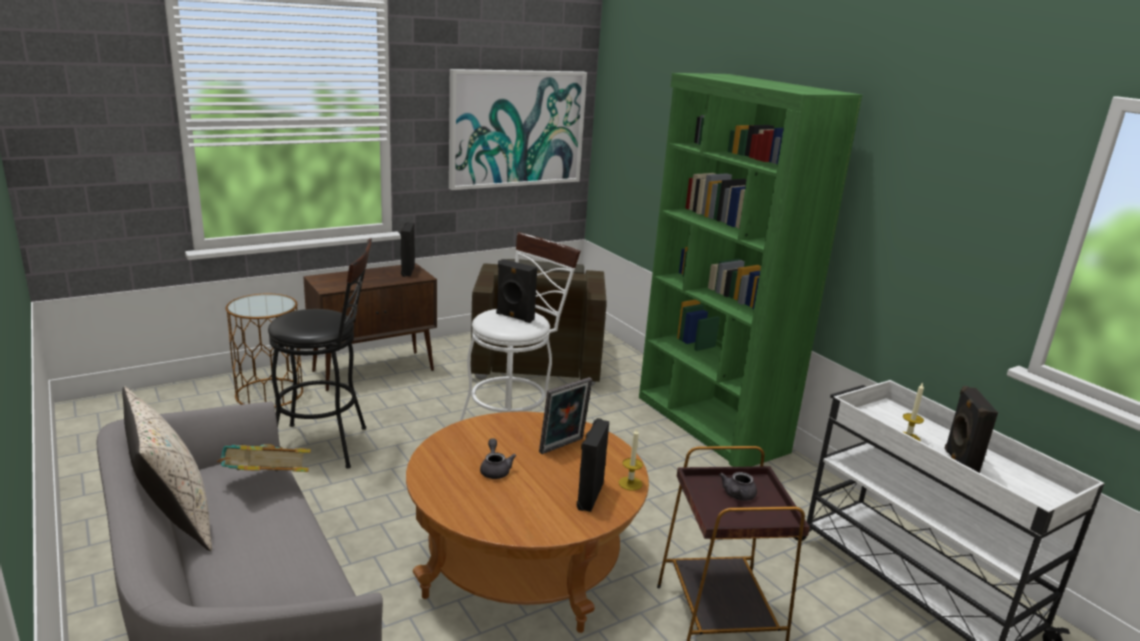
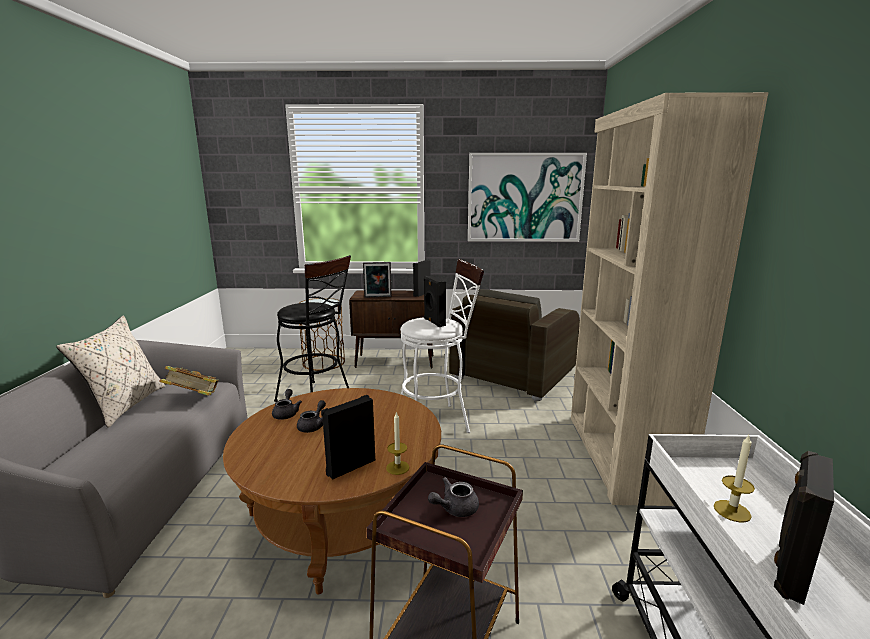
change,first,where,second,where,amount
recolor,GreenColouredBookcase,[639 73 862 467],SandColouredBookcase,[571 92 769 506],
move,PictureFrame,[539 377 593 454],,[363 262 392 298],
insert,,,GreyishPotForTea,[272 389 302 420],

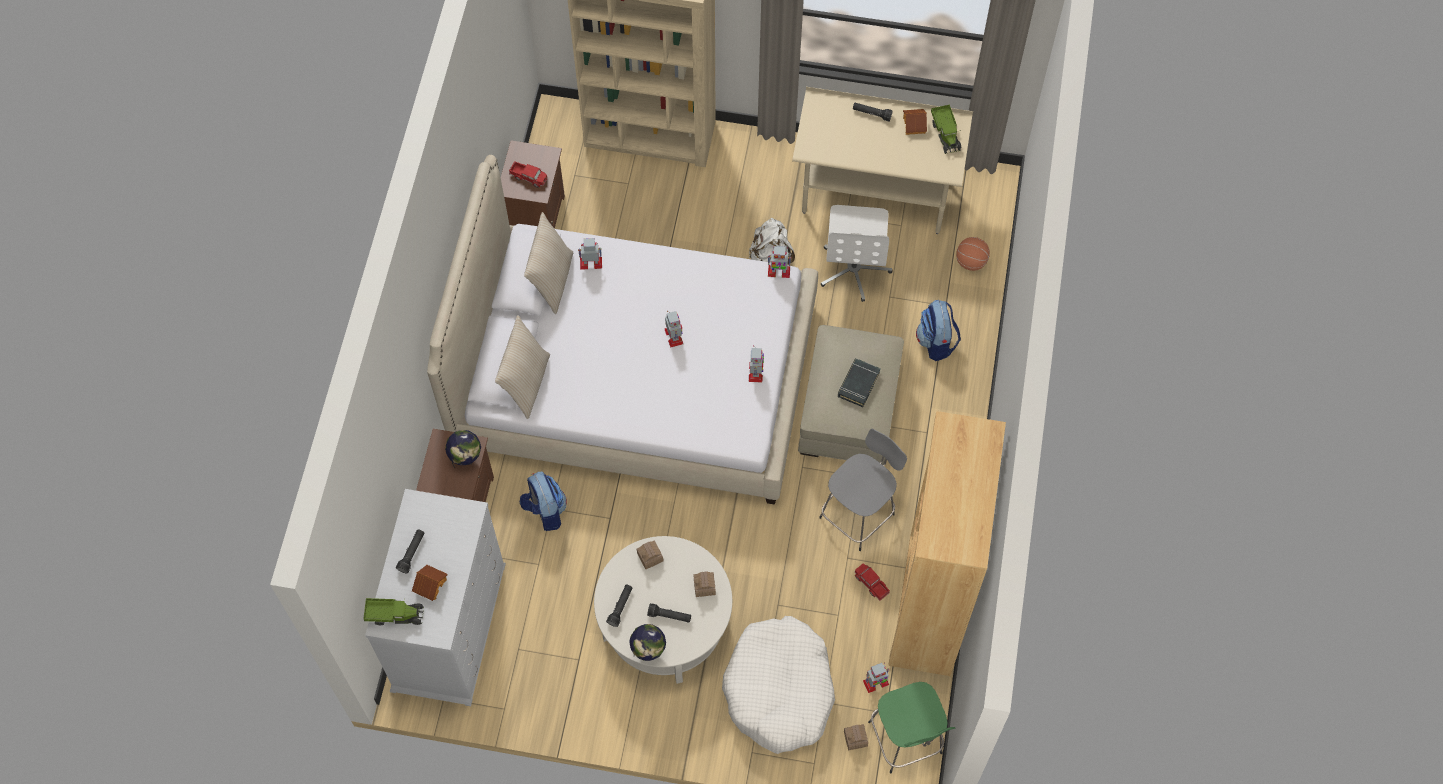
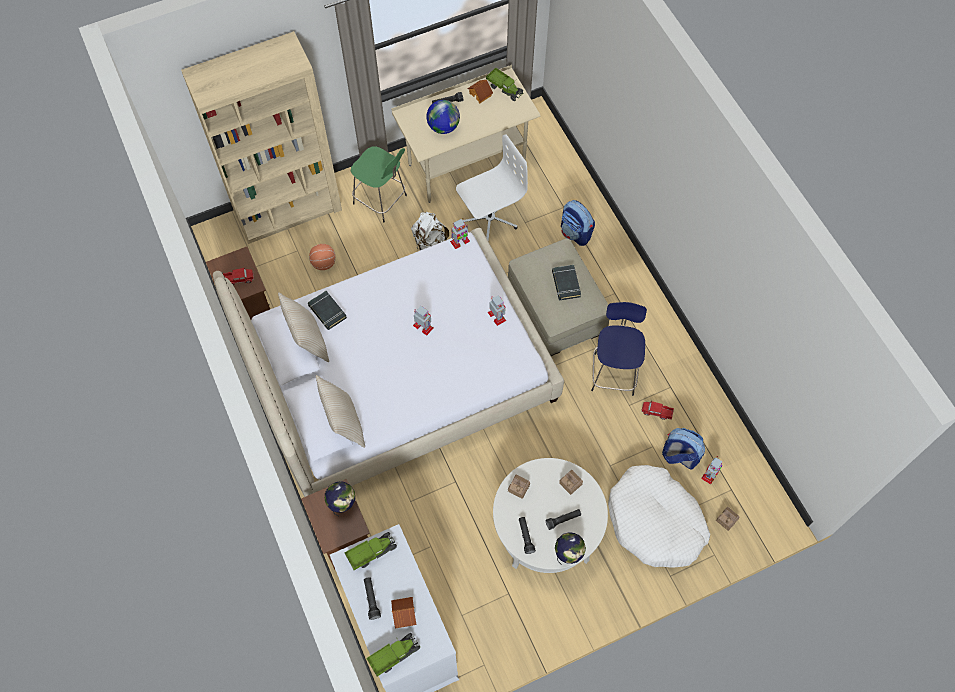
change,first,where,second,where,amount
rotate,WhiteOfficeChair,[821 205 892 302],,[456 134 528 240],90 degrees counterclockwise
move,Basketball,[956 237 990 271],,[309 244 336 270],
replace,ModelRobot,[578 238 602 269],BlackBook,[308 291 347 330],
delete,BrownColouredBookcase,[888 411 1006 676],,,
recolor,GreyishStoolSeat,[819 429 907 551],BlueColouredStoolSeat,[591 302 647 396],
move,Knapsack,[520 472 567 531],,[662 428 705 469],
move,GreenColouredStoolSeat,[868 682 955 773],,[351 147 407 222],
insert,,,Globe,[426 100 460 134],
insert,,,ModelTruck,[345 532 397 570],

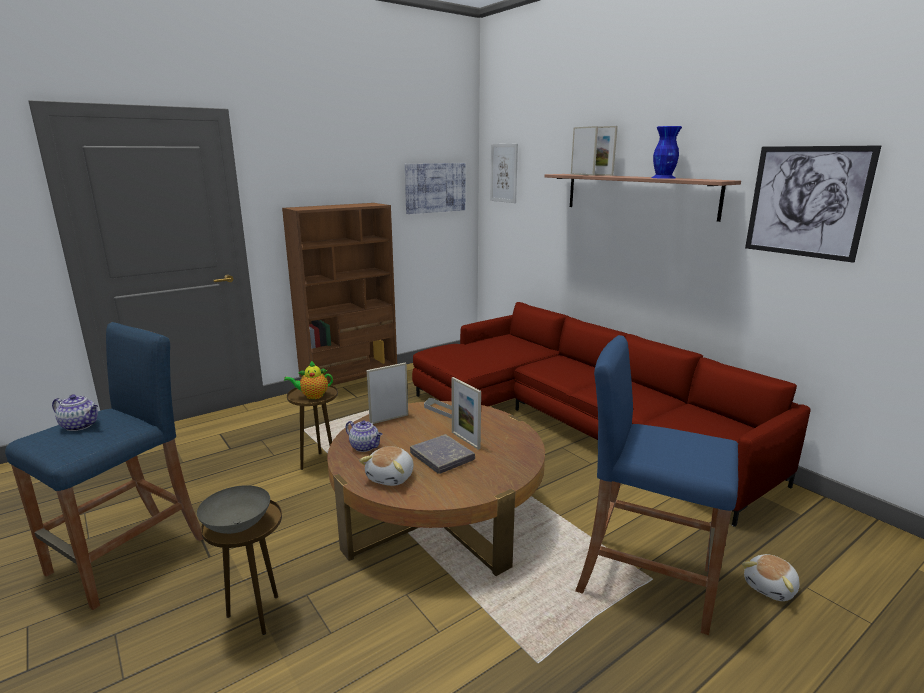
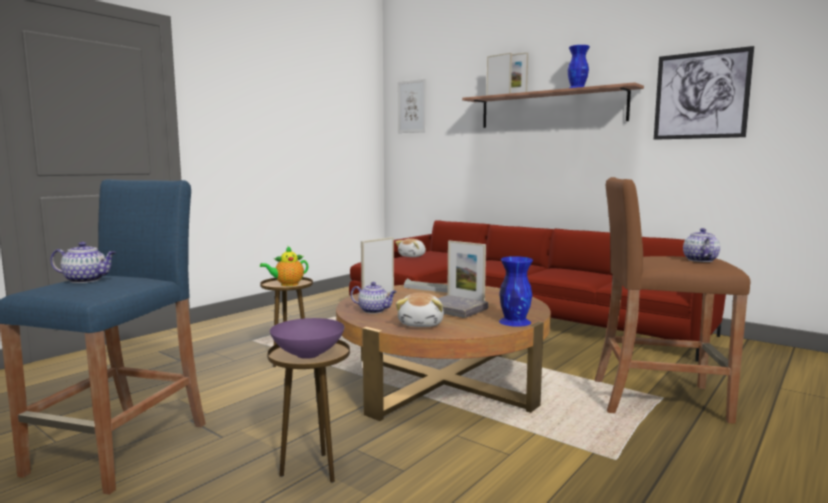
change,first,where,second,where,amount
delete,WallArt,[405 163 465 214],,,
delete,BrownColouredBookcase,[282 203 397 385],,,
recolor,BlueColouredStoolSeat,[575 335 738 635],BrownColouredStoolSeat,[595 177 750 424],
recolor,GreyishDeepDish,[197 485 270 534],PurplishDeepDish,[270 318 344 359],
move,SoftToy,[742 554 800 601],,[395 238 426 257],
insert,,,PotForTea,[683 228 720 262],
insert,,,BlueColouredVase,[499 256 533 327],

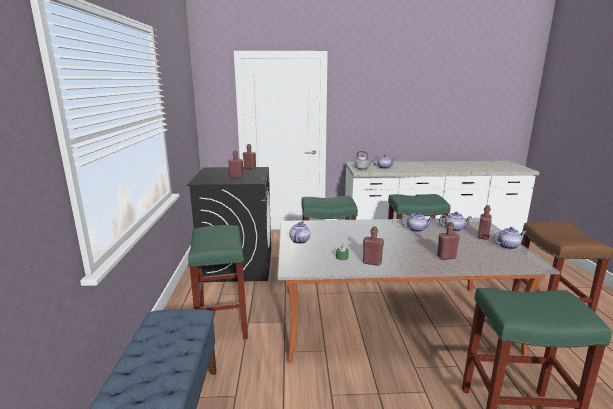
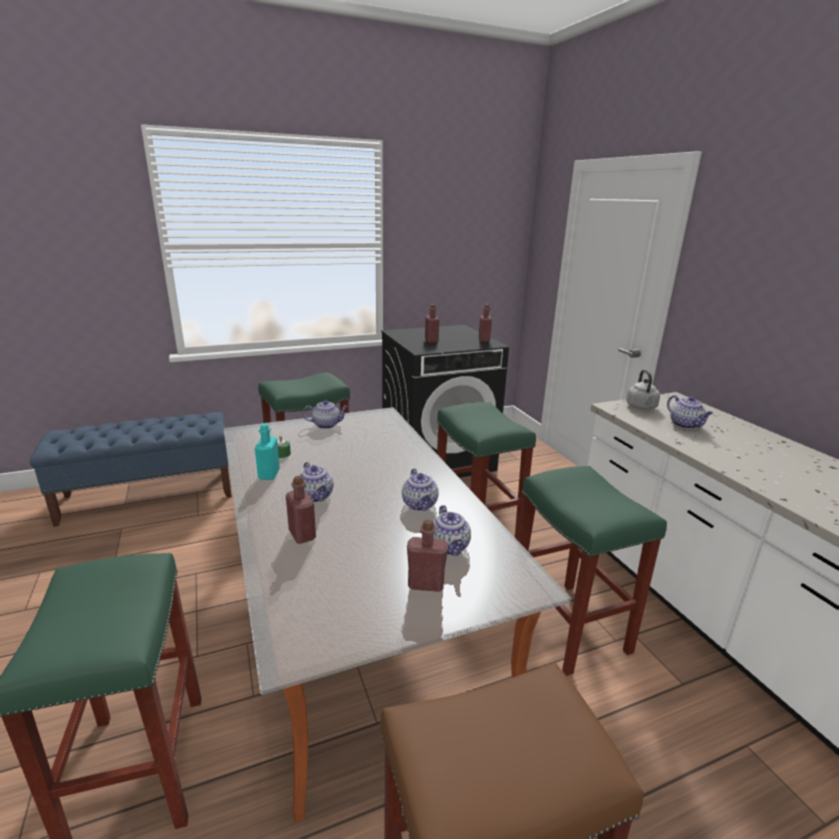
change,first,where,second,where,amount
recolor,ReddishBeverageBottle,[363 226 384 266],TurquoiseColouredBeverageBottle,[255 424 280 480],
move,PotForTea,[494 227 527 249],,[299 462 333 502],

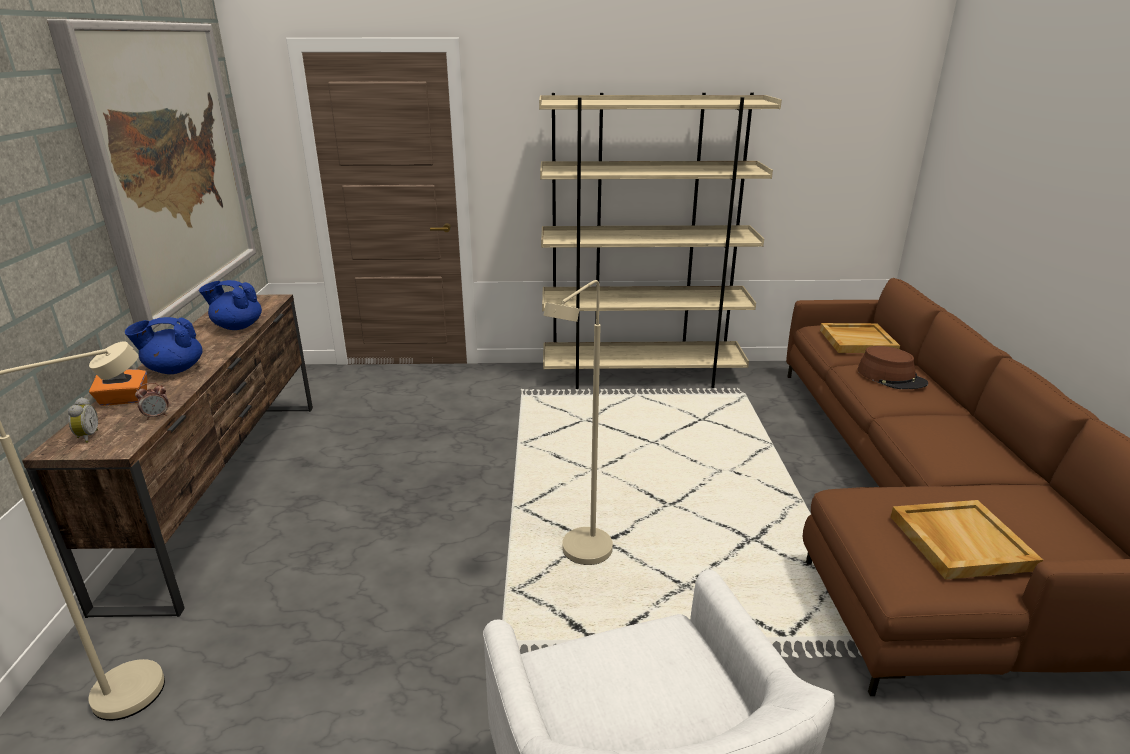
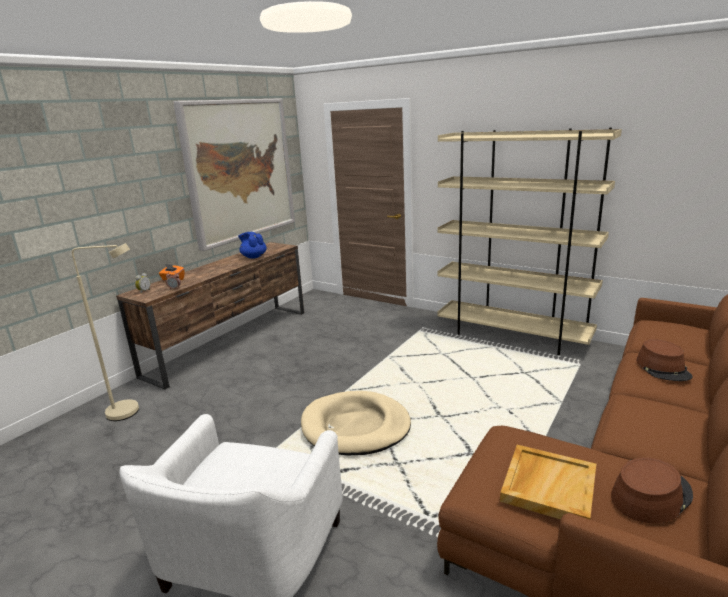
change,first,where,second,where,amount
replace,SandColouredStandingLamp,[543 280 613 565],SandColouredPetBed,[301 391 411 455],
delete,BlueColouredPotForTea,[125 317 203 374],,,
delete,SandColouredServingTray,[820 323 900 353],,,
insert,,,BrownColouredClothingHat,[611 457 693 523],

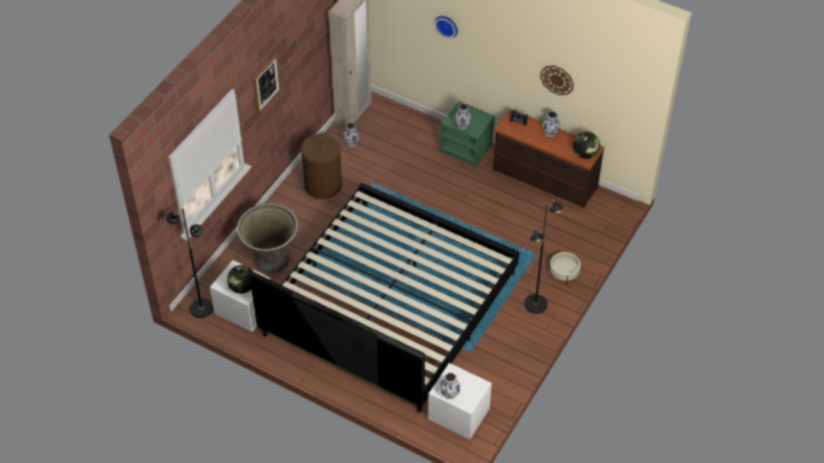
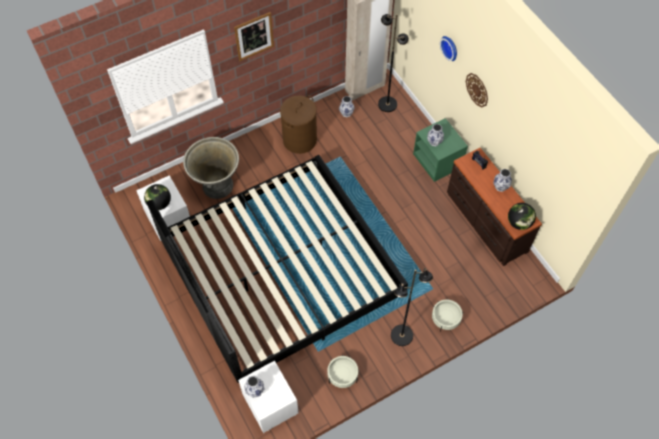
change,first,where,second,where,amount
move,ClockOnTheWall,[540 66 574 95],,[466 73 488 107],
move,BlackStandingLamp,[166 208 213 318],,[378 14 409 112],
insert,,,SandColouredPlanter,[327 355 358 388],

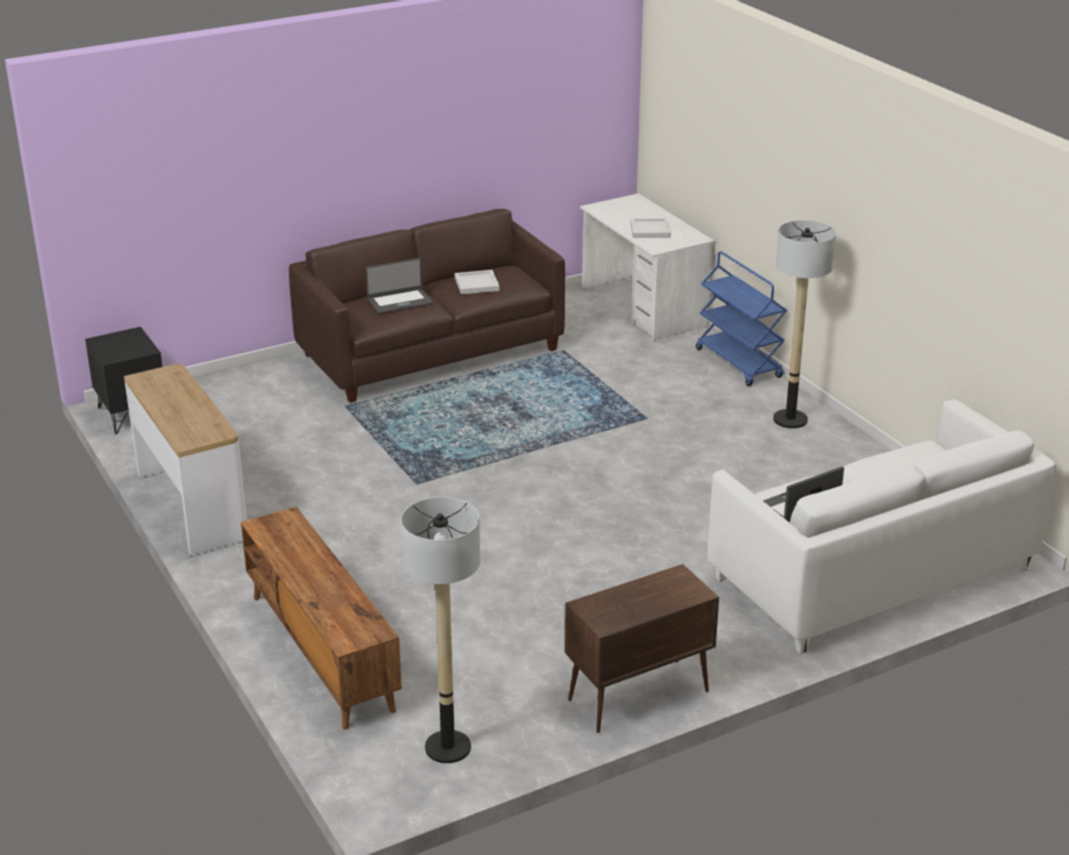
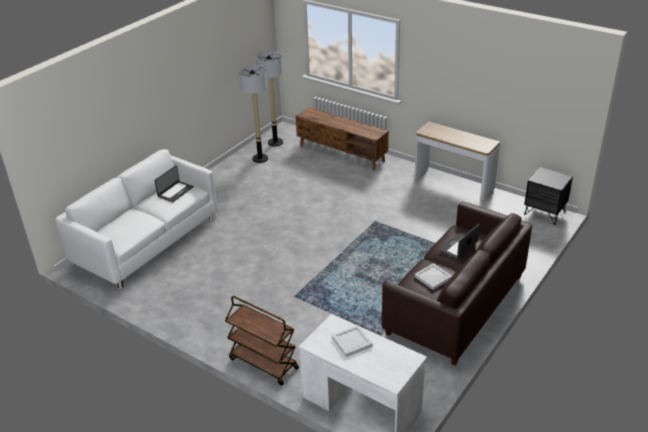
change,first,where,second,where,amount
move,StandingLamp,[773 220 836 428],,[239 66 268 163],
recolor,BlueColouredWheeledCart,[696 251 787 386],BrownColouredWheeledCart,[225 296 299 386],
delete,BrownColouredStorageCabinet,[565 564 719 733],,,

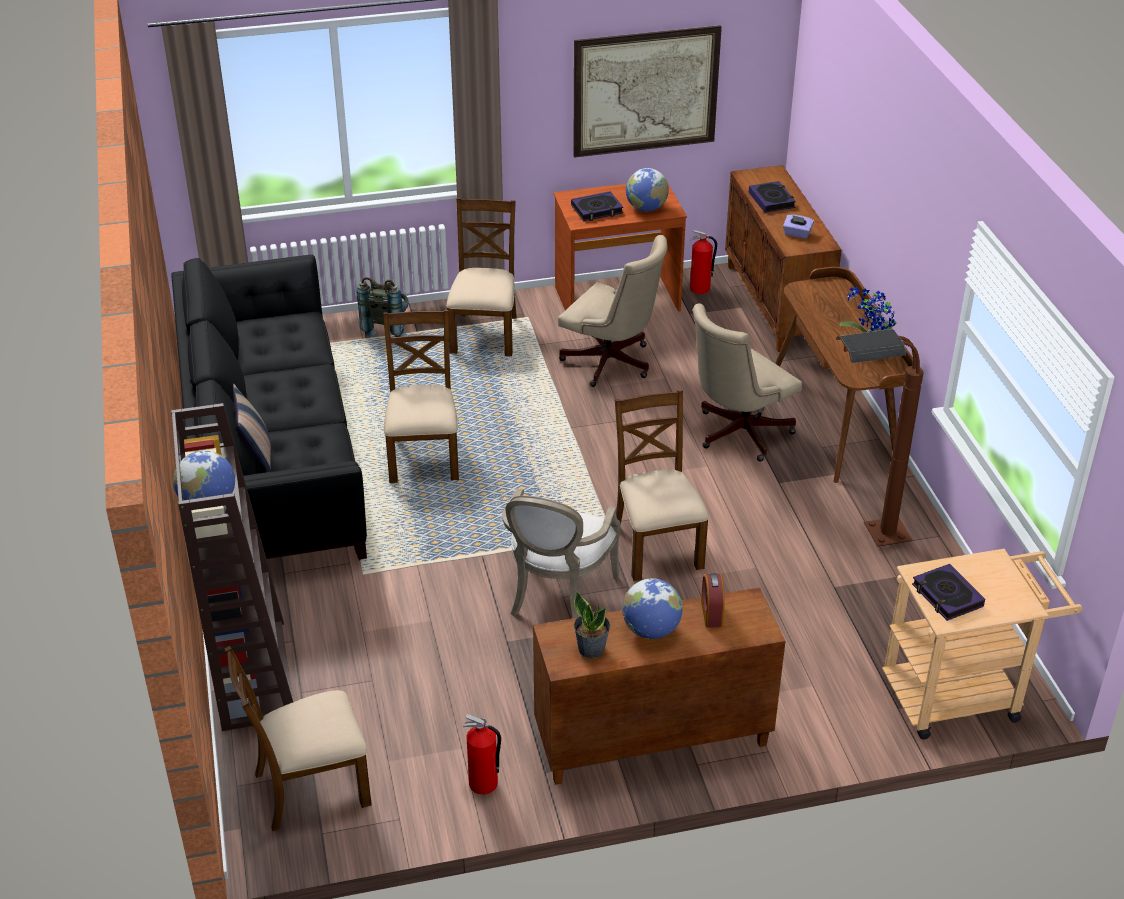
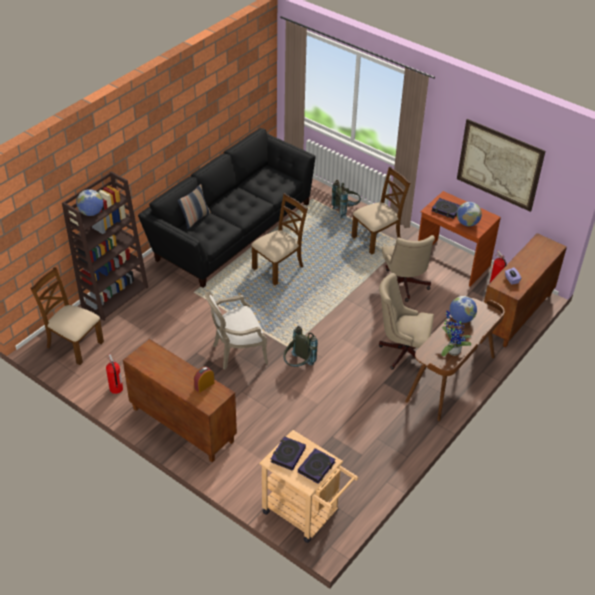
change,first,where,second,where,amount
move,Book,[749 181 796 213],,[298 448 336 484],
delete,BrownColouredStandingLamp,[836 329 924 547],,,
replace,BrownColouredUprightChair,[615 390 709 581],GreyishKnapsack,[283 326 318 367],
move,Globe,[622 578 683 639],,[449 296 477 323],
delete,PottedPlant,[574 592 610 658],,,

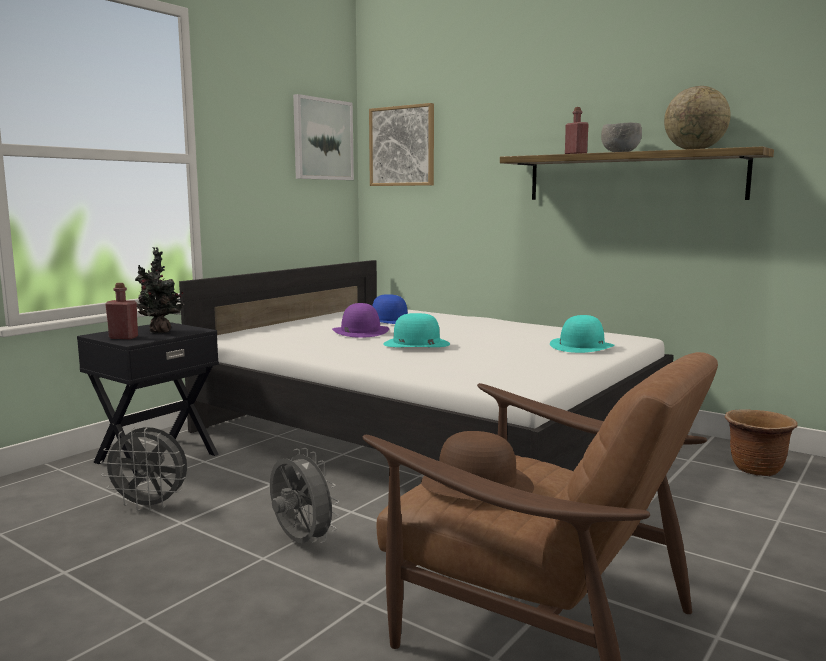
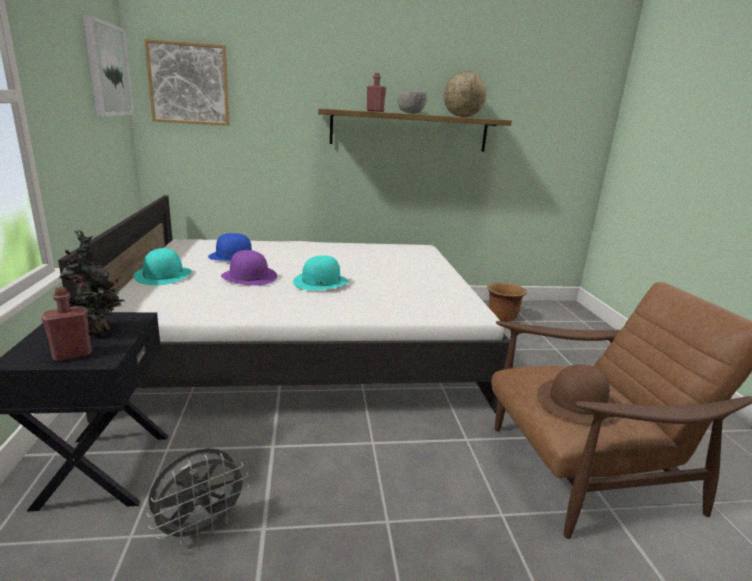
change,first,where,second,where,amount
move,TurquoiseColouredClothingHat,[550 315 615 353],,[133 248 192 285],
delete,GreyishFan,[270 448 339 543],,,

